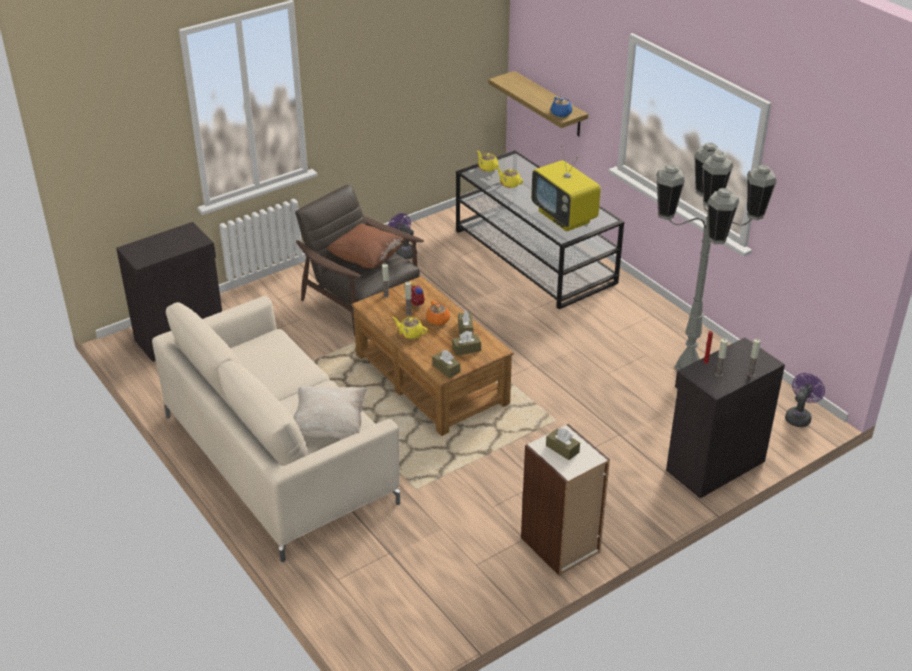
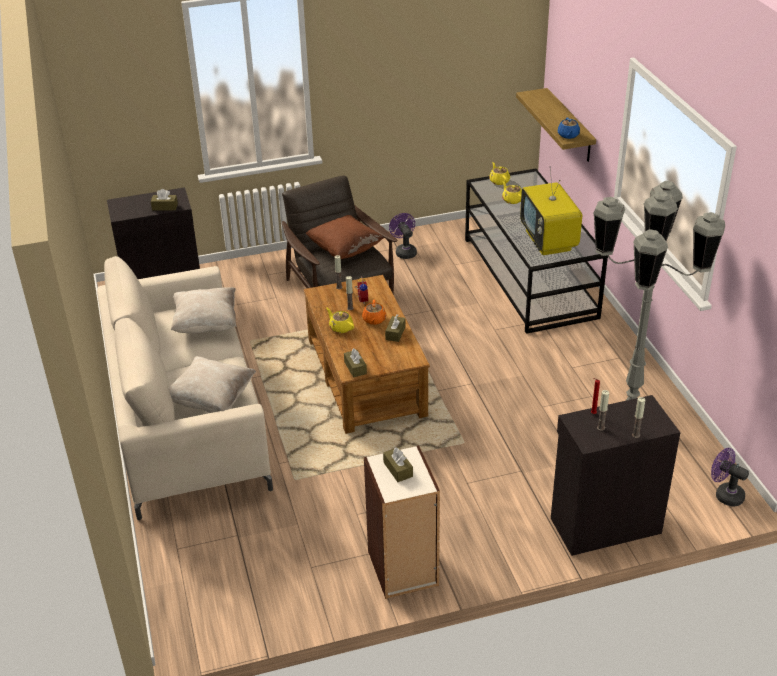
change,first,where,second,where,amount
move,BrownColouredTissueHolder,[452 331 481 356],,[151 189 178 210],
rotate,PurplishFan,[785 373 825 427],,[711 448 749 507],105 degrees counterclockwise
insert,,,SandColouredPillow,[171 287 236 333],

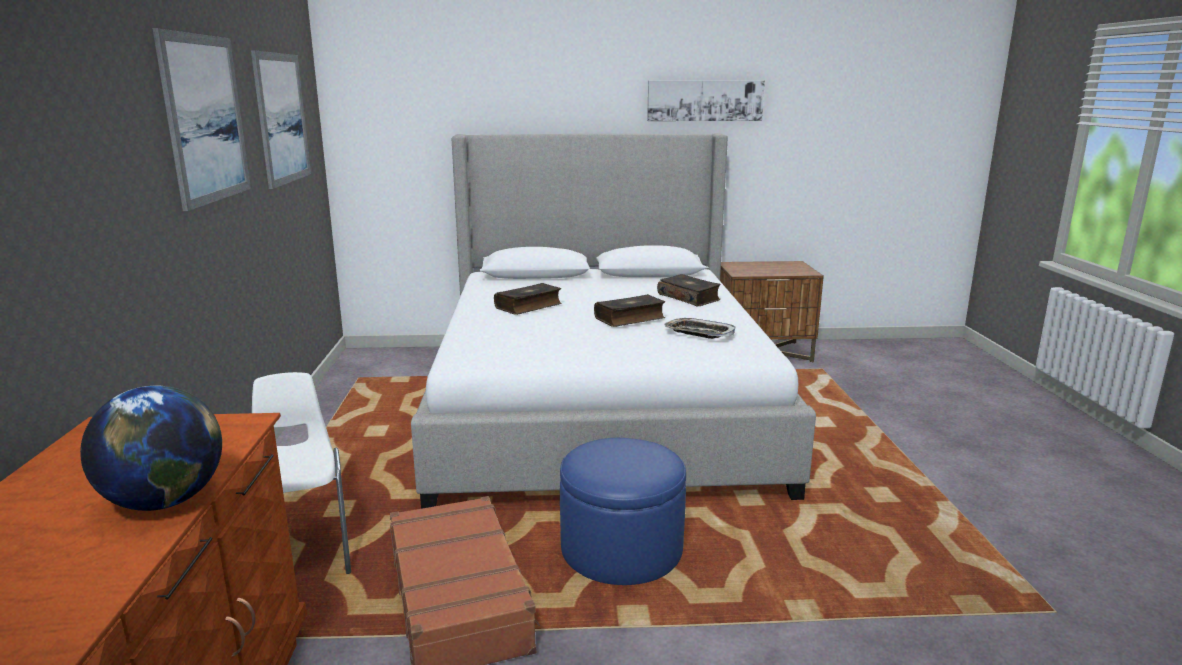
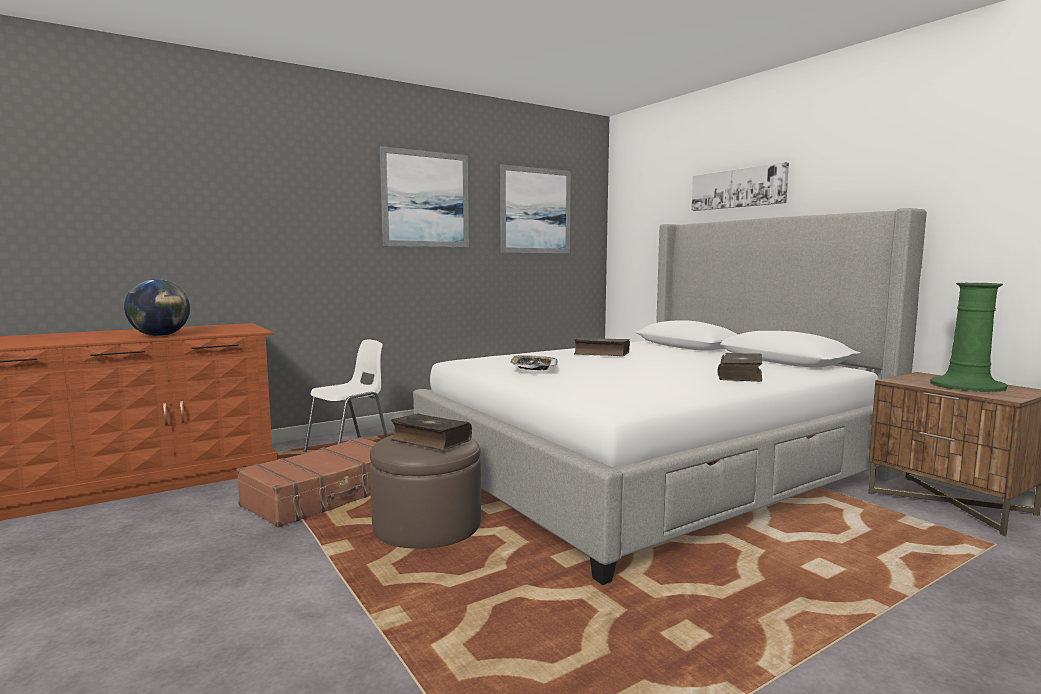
change,first,where,second,where,amount
move,WallArt,[647 81 765 121],,[692 162 789 211],
move,Book,[594 294 665 327],,[391 413 472 450],
move,ServingTray,[664 318 735 339],,[510 355 558 370],
recolor,BlueColouredPouffe,[560 438 686 585],BrownColouredPouffe,[370 435 481 549],
insert,,,GreenColouredVase,[930 283 1007 392],

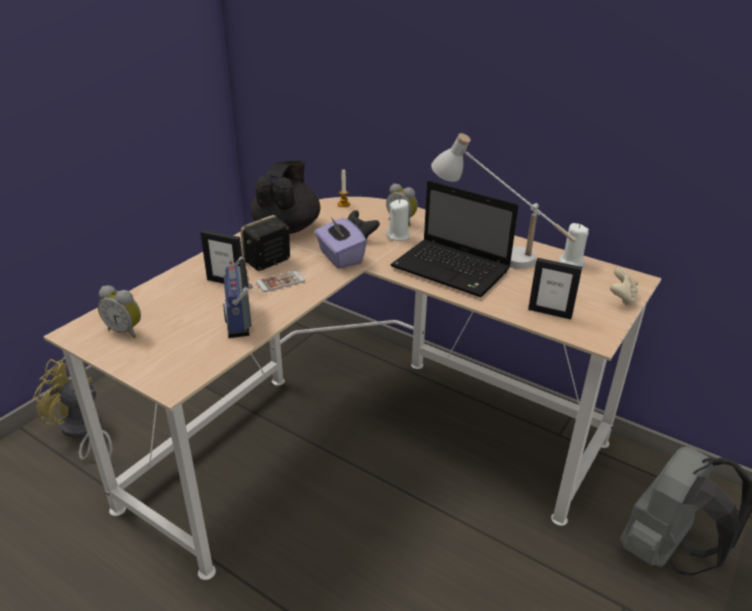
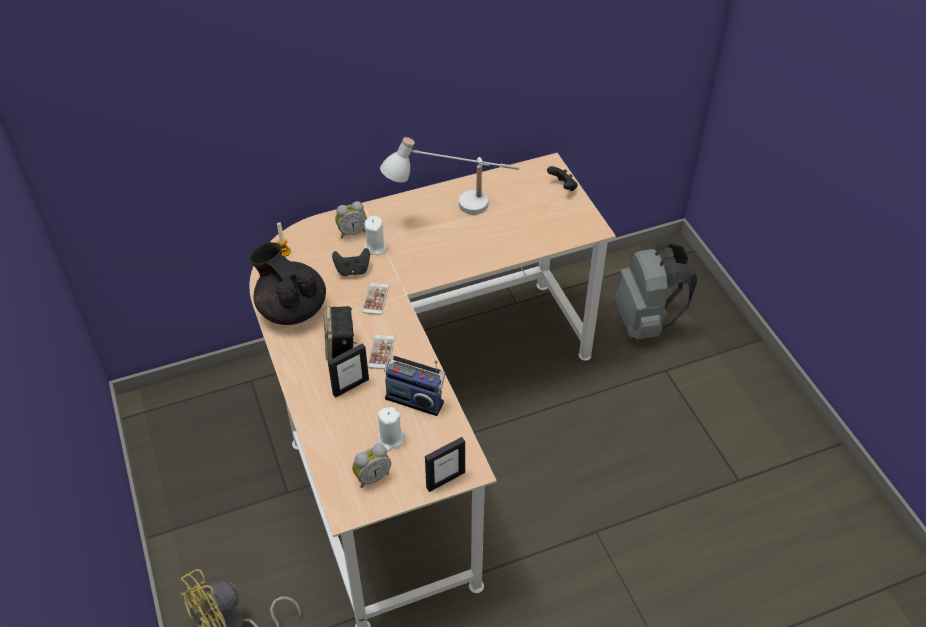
change,first,where,second,where,amount
delete,PortableComputer,[391 180 519 297],,,
replace,PurplishTissueHolder,[315 217 367 269],Telephone,[362 283 389 315],
move,WhiteWaxCandle,[559 223 589 267],,[377 407 405 451],
move,PictureFrame,[528 258 582 319],,[425 437 465 492],
recolor,SandColouredGameController,[610 267 639 306],BlackGameController,[547 166 578 191],

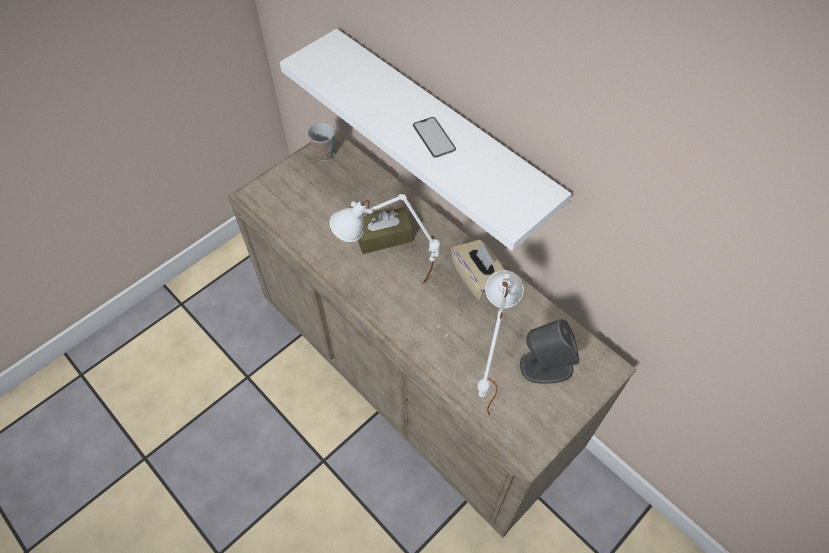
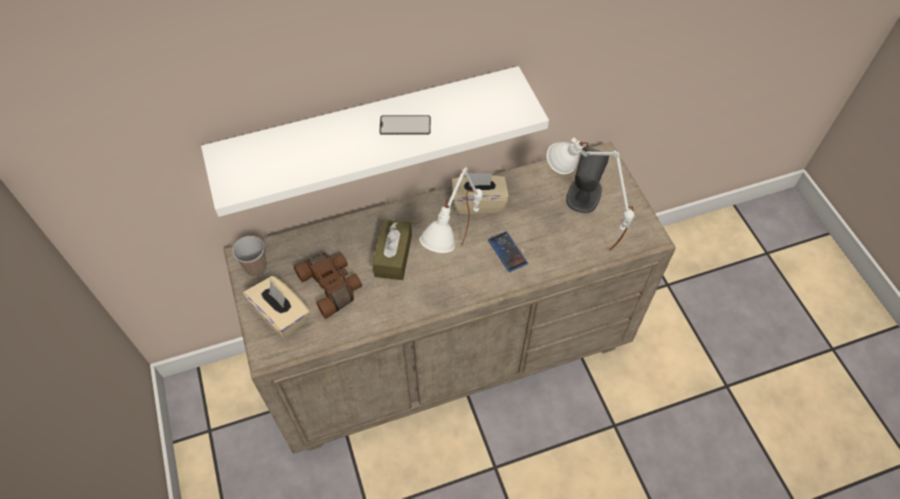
change,first,where,second,where,amount
insert,,,Telephone,[488 231 528 272],
insert,,,BrownColouredPairOfBinoculars,[294 253 362 319],
insert,,,SandColouredTissueHolder,[243 276 310 339],

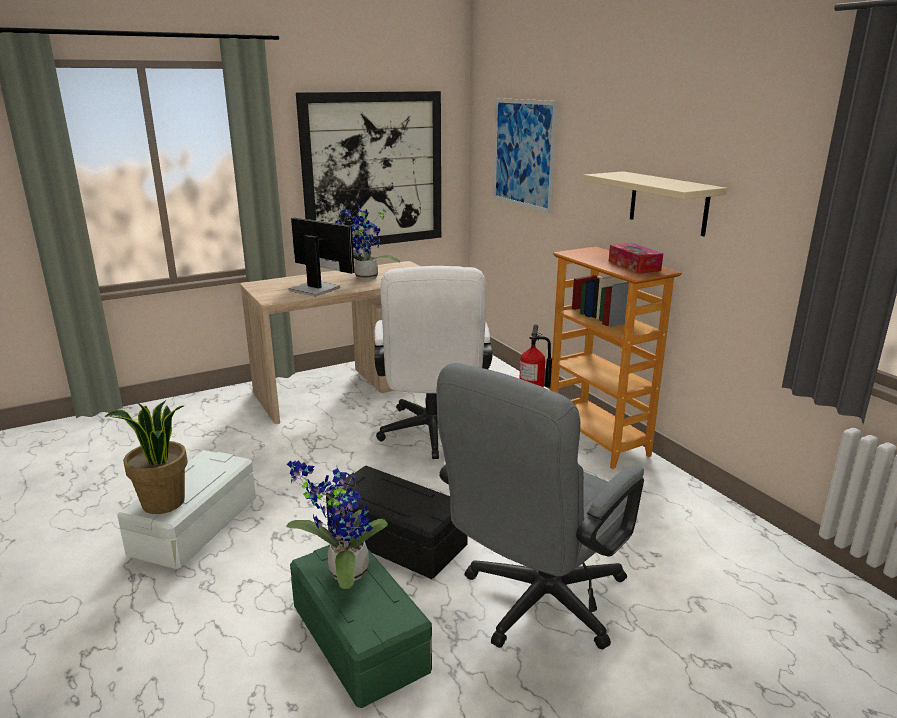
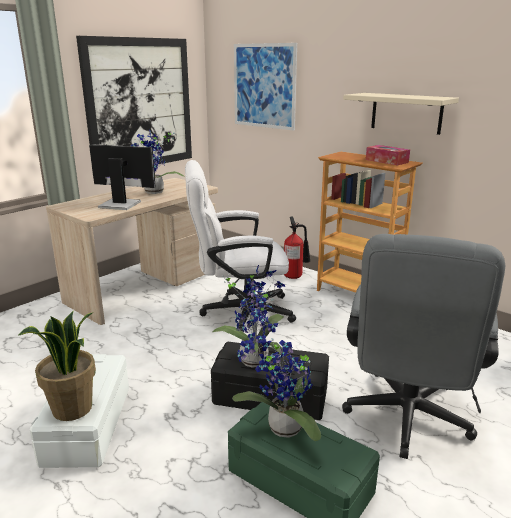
change,first,where,second,where,amount
rotate,WhiteOfficeChair,[374 266 493 459],,[185 160 296 332],105 degrees clockwise
insert,,,PottedPlant,[213 265 285 368],

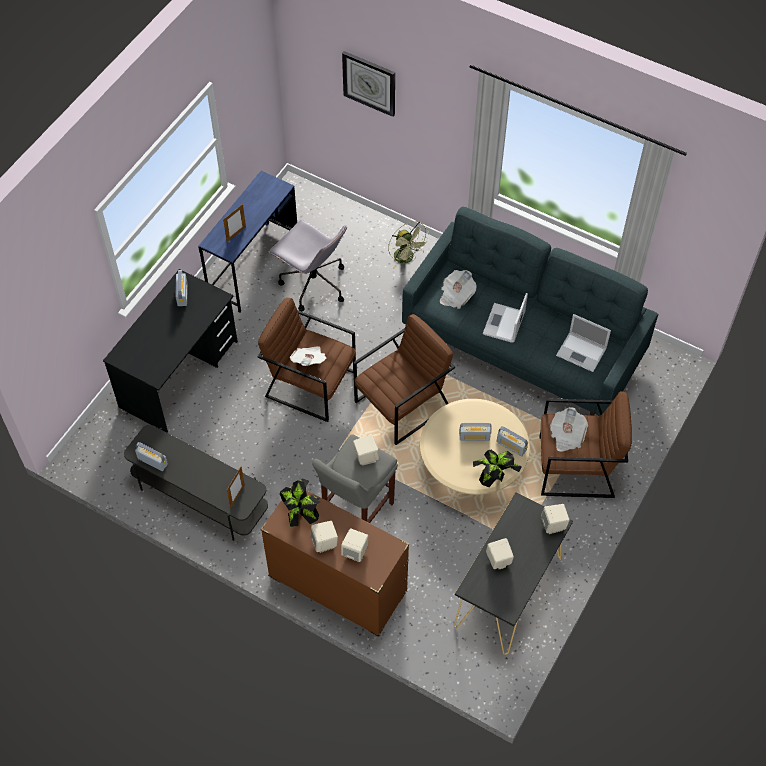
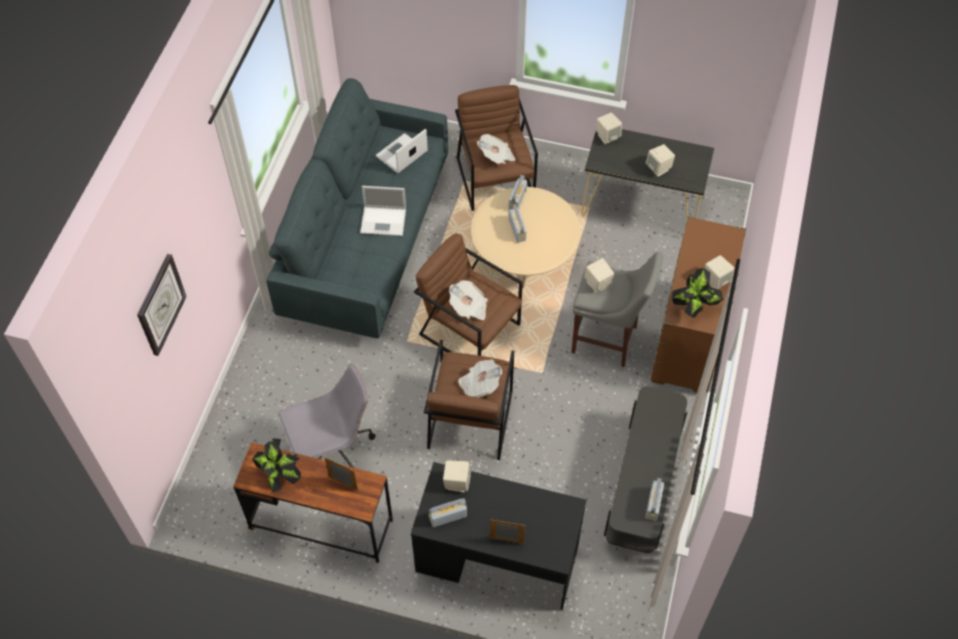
change,first,where,second,where,amount
recolor,BlueColouredDeskUnit,[198 171 297 312],BrownColouredDeskUnit,[233 442 393 563],
rotate,GreyishOfficeChair,[268 220 347 311],,[278 364 375 468],45 degrees clockwise
delete,GreenColouredFan,[388 221 430 269],,,
move,Newspaper,[440 270 477 309],,[449 280 488 320],
rotate,PortableComputer,[556 314 611 372],,[376 129 428 173],150 degrees counterclockwise
move,PottedPlant,[473 449 522 487],,[252 438 301 493],
move,PictureFrame,[227 467 245 508],,[490 519 525 544],
move,SandColouredSpeaker,[341 528 368 562],,[443 460 471 492],

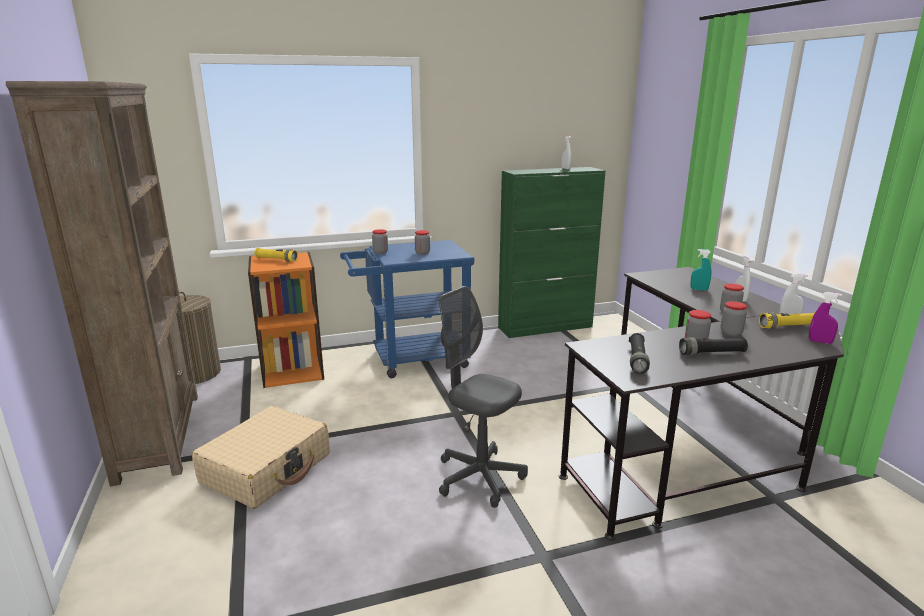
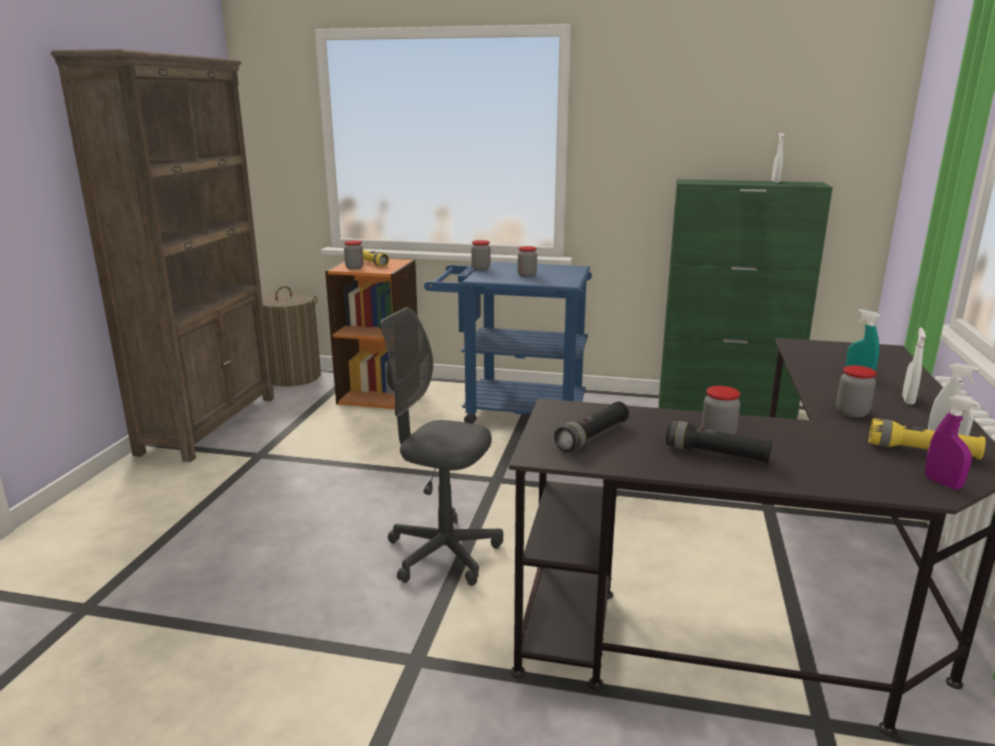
change,first,where,second,where,amount
rotate,GreyishOfficeChair,[439 286 528 508],,[380 307 503 586],45 degrees counterclockwise
move,Jar,[721 301 747 336],,[344 240 364 270],
delete,SandColouredSuitcase,[192 406 330 509],,,

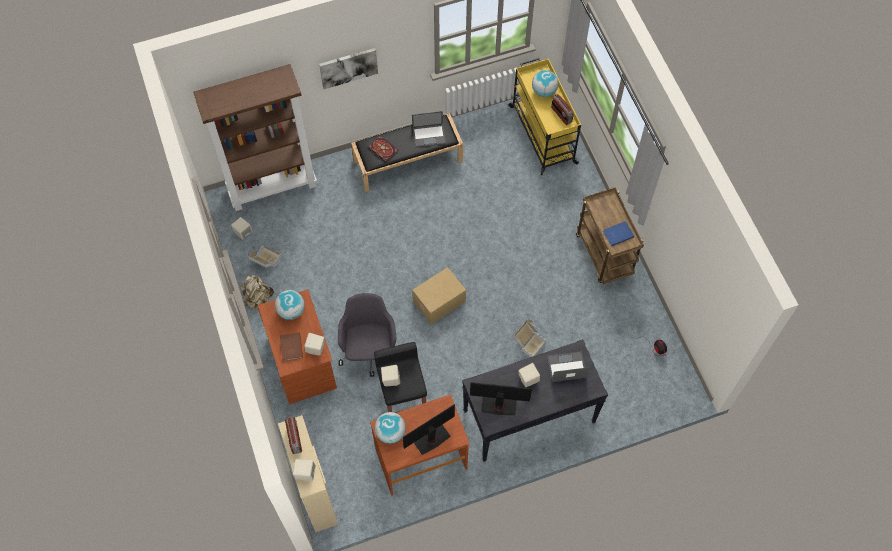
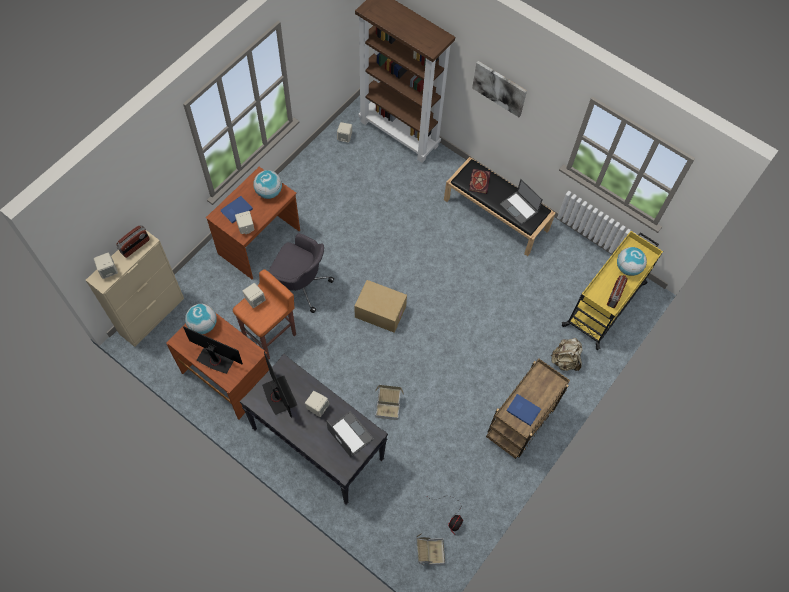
change,first,where,second,where,amount
move,CardboardBox,[248 245 282 268],,[416 533 445 566],
move,SandColouredKnapsack,[240 275 274 309],,[551 338 583 371],
rotate,GreyishOfficeChair,[338 293 397 377],,[268 233 334 313],60 degrees clockwise
recolor,BrownColouredBook,[280 333 303 361],BlueColouredBook,[221 196 253 223],
recolor,BlackStoolSeat,[374 342 427 413],OrangeColouredStoolSeat,[233 269 296 360],

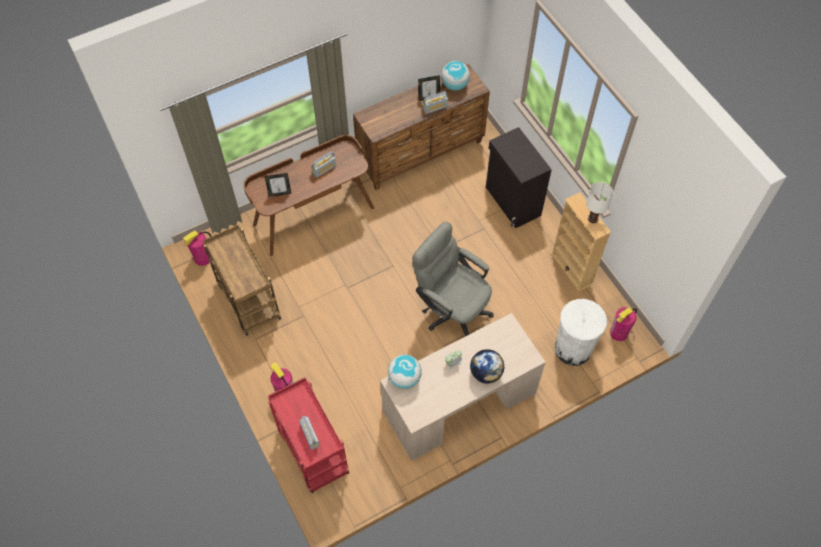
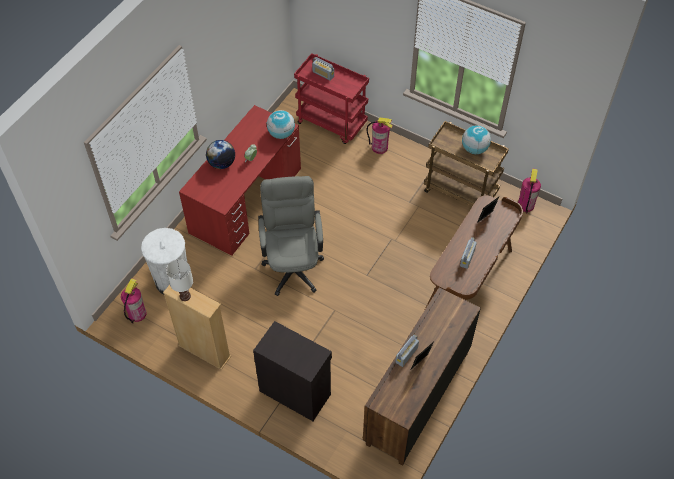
change,first,where,second,where,amount
move,Globe,[441 61 470 91],,[462 125 491 154],
rotate,GreyishOfficeChair,[412 222 494 337],,[258 176 324 296],105 degrees counterclockwise
recolor,SandColouredDeskUnit,[380 313 546 461],ReddishDeskUnit,[179 105 301 256],

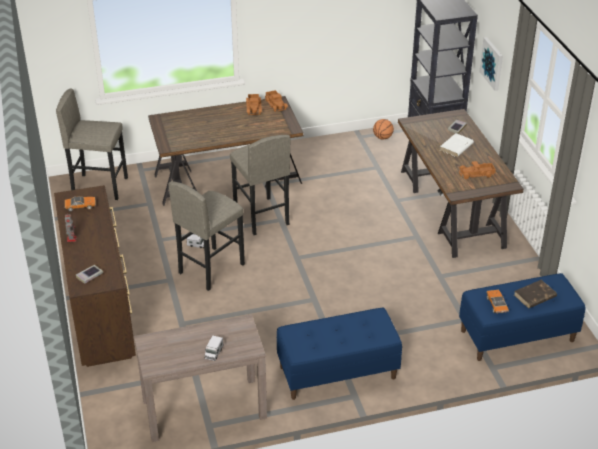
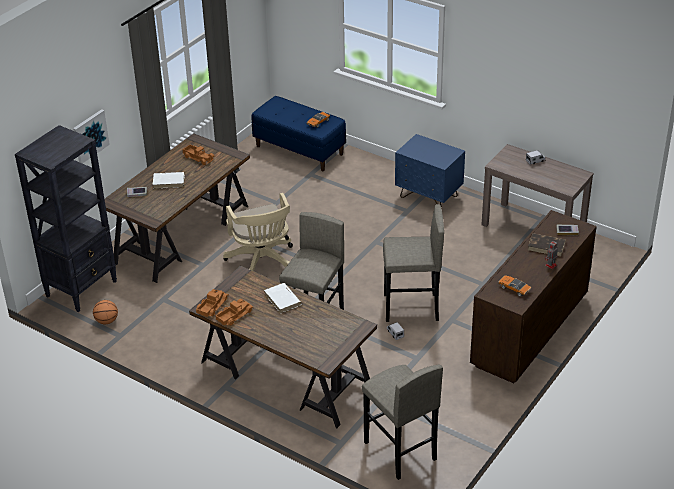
change,first,where,second,where,amount
move,BrownColouredBook,[514 280 557 308],,[528 233 566 257],
replace,BlueColouredLongSeat,[276 308 402 400],BlueColouredNightTable,[395 134 465 209],
insert,,,SandColouredOfficeChair,[223 193 293 271],
insert,,,WhiteBook,[264 283 302 314],

